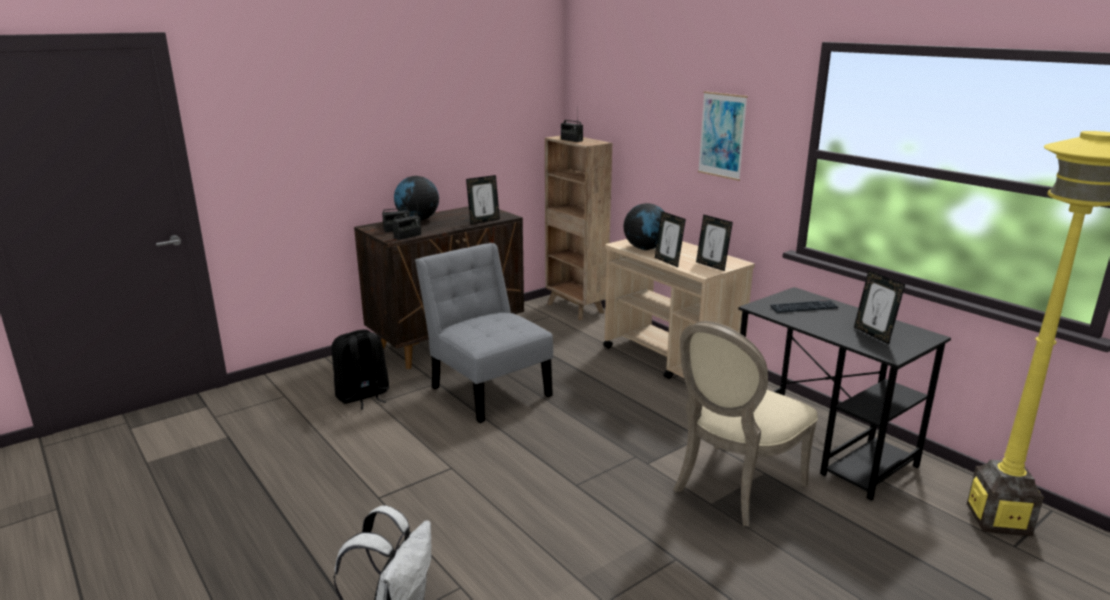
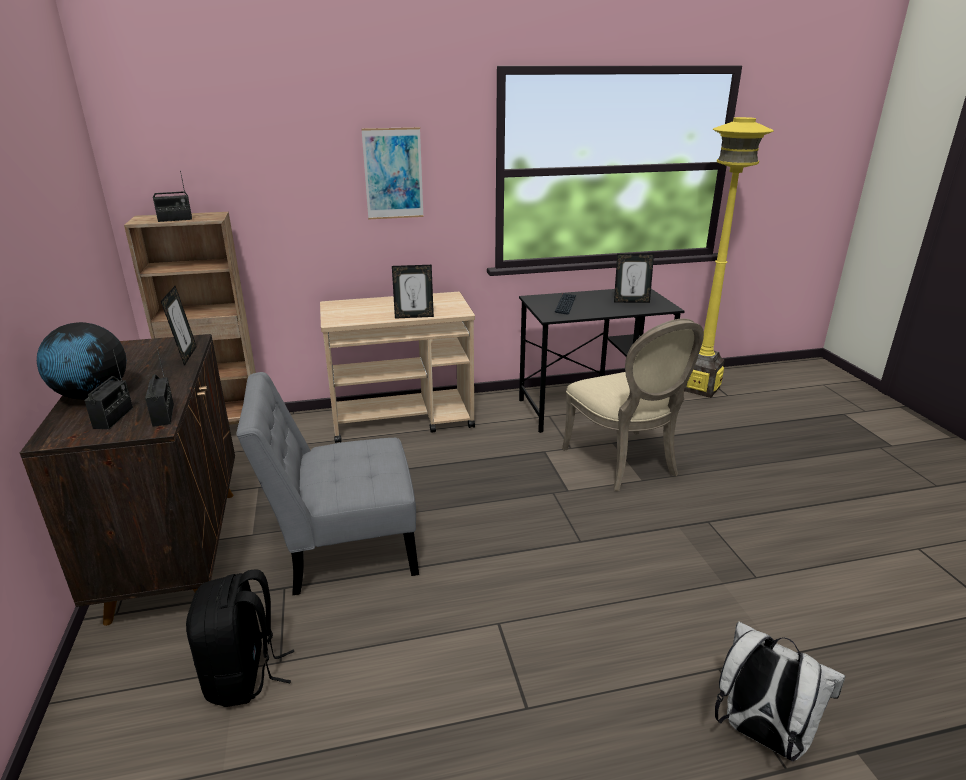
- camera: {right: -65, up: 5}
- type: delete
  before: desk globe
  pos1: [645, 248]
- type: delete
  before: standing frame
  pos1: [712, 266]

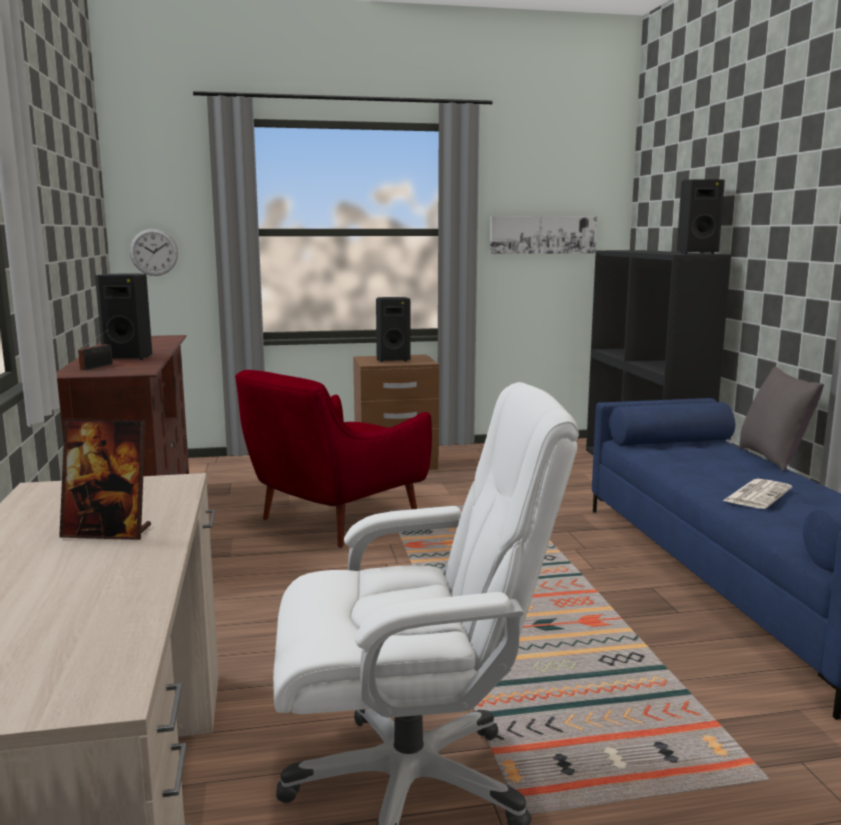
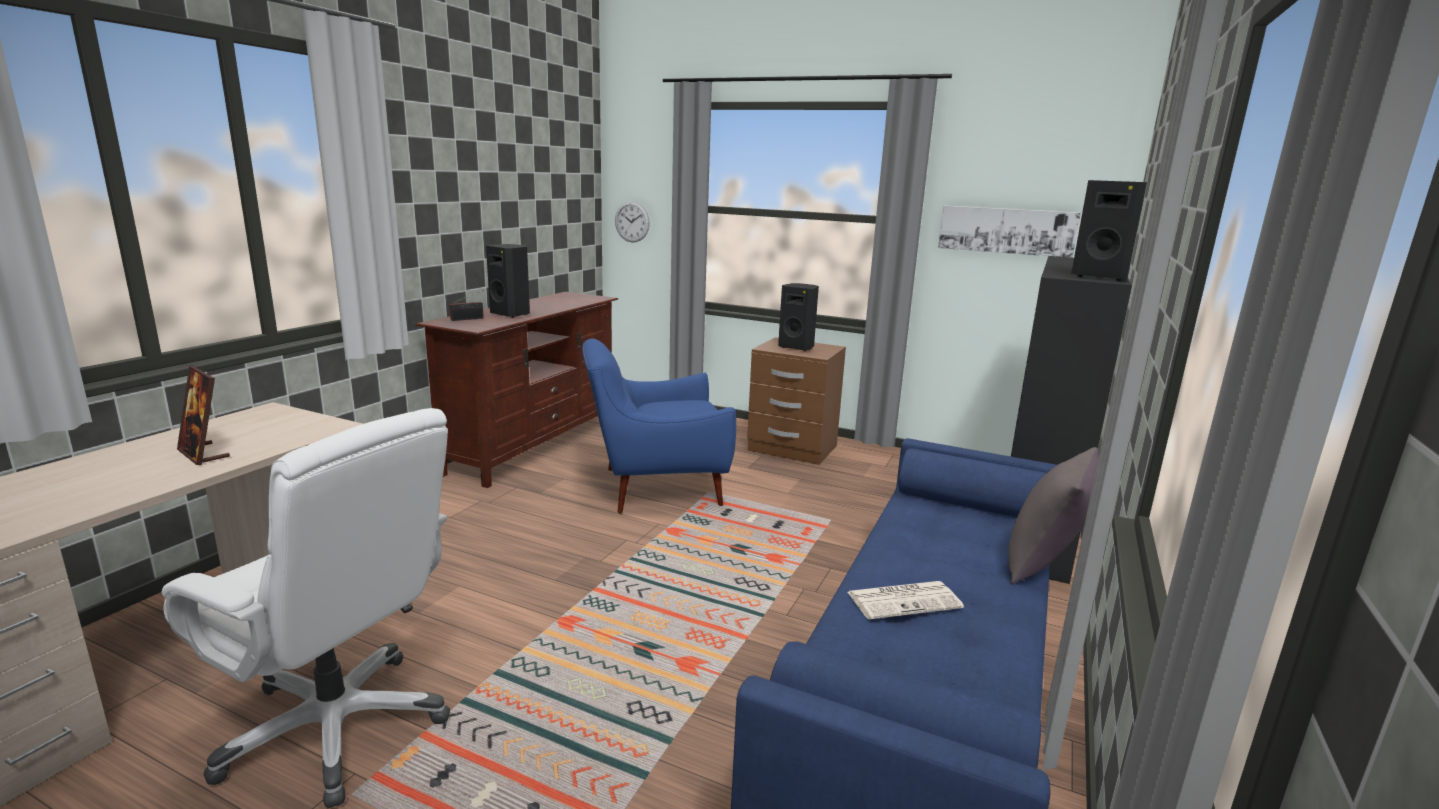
- camera: {right: 35, up: 5}
- type: recolor
  before: reddish easy chair
  after: blue-coloured easy chair
  pos1: [334, 520]
  pos2: [654, 487]

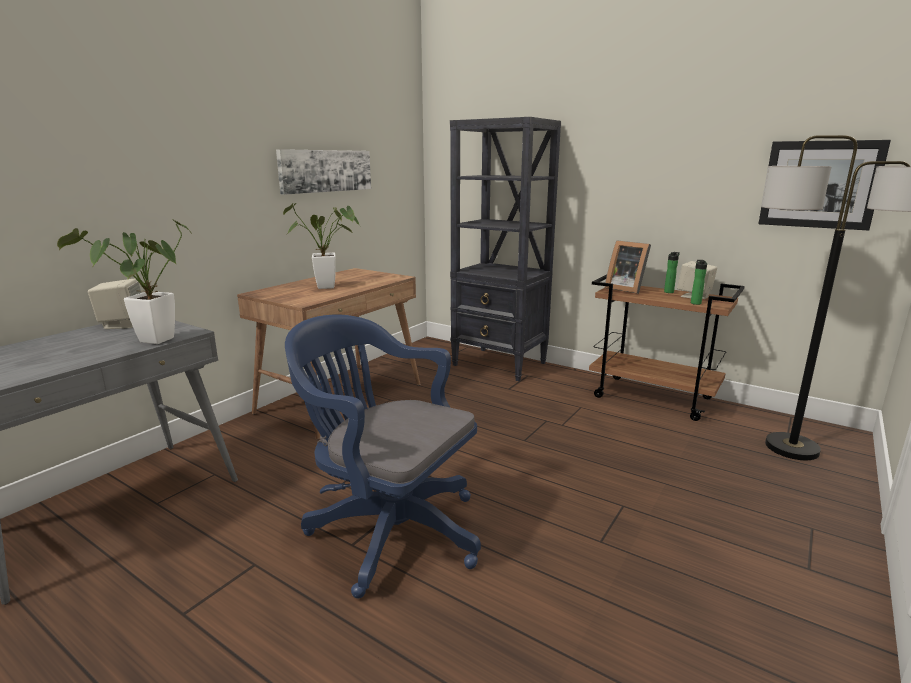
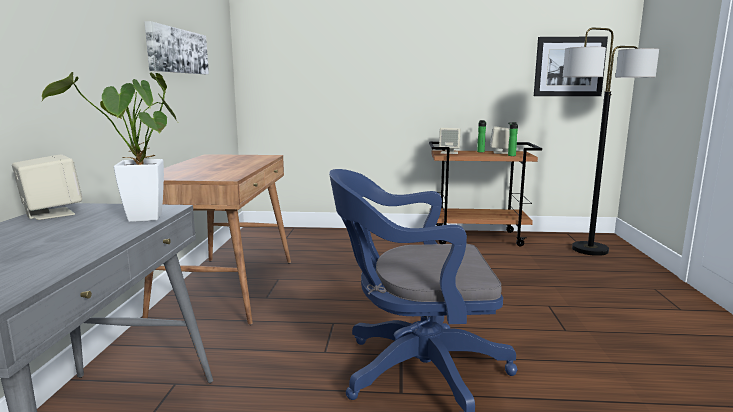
- camera: {right: -30, up: -5}
- type: delete
  before: potted plant
  pos1: [331, 287]
- type: delete
  before: black bookshelf
  pos1: [500, 364]
- type: replace
  before: standing frame
  after: sand-coloured audio speaker
  pos1: [625, 289]
  pos2: [449, 152]

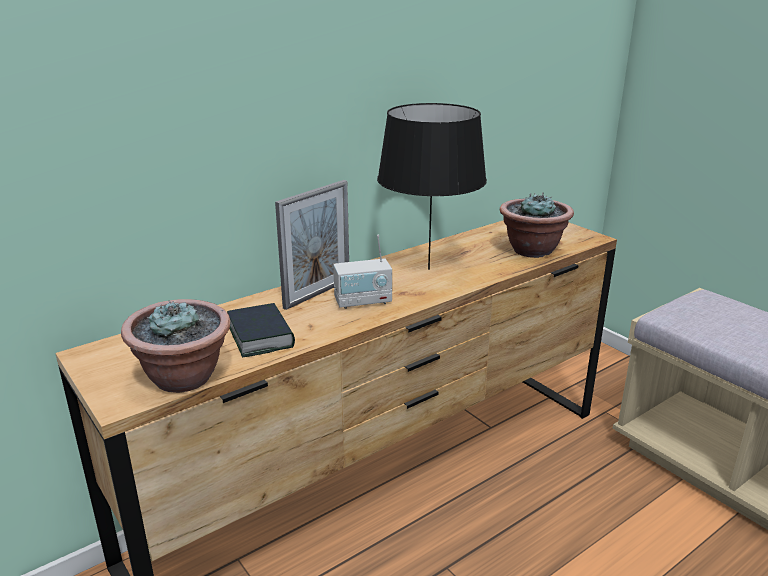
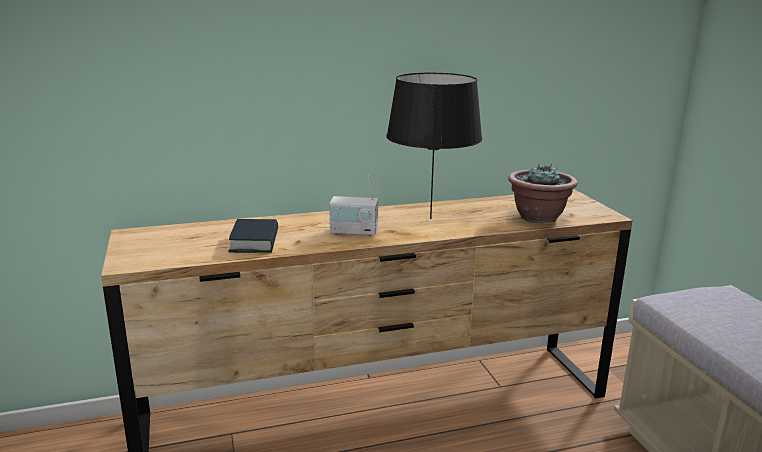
- camera: {right: 20, up: -5}
- type: delete
  before: potted plant
  pos1: [184, 378]
- type: delete
  before: standing frame
  pos1: [317, 293]

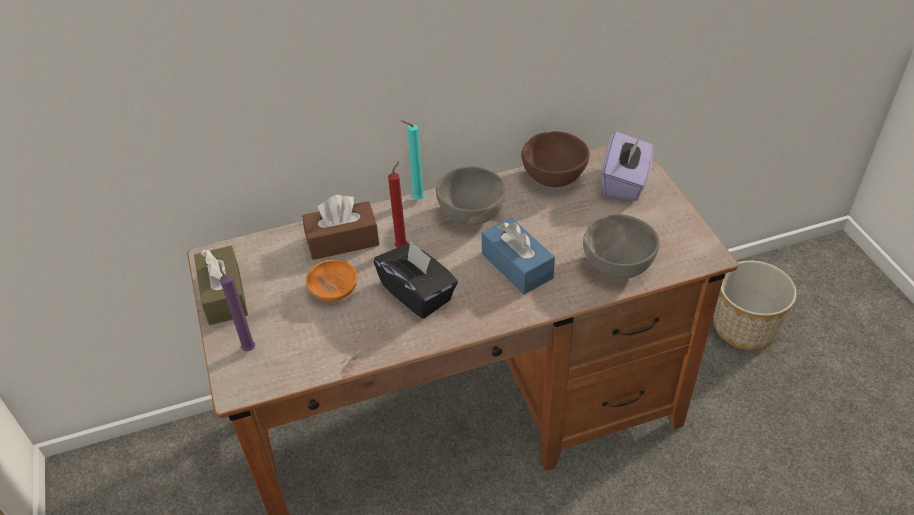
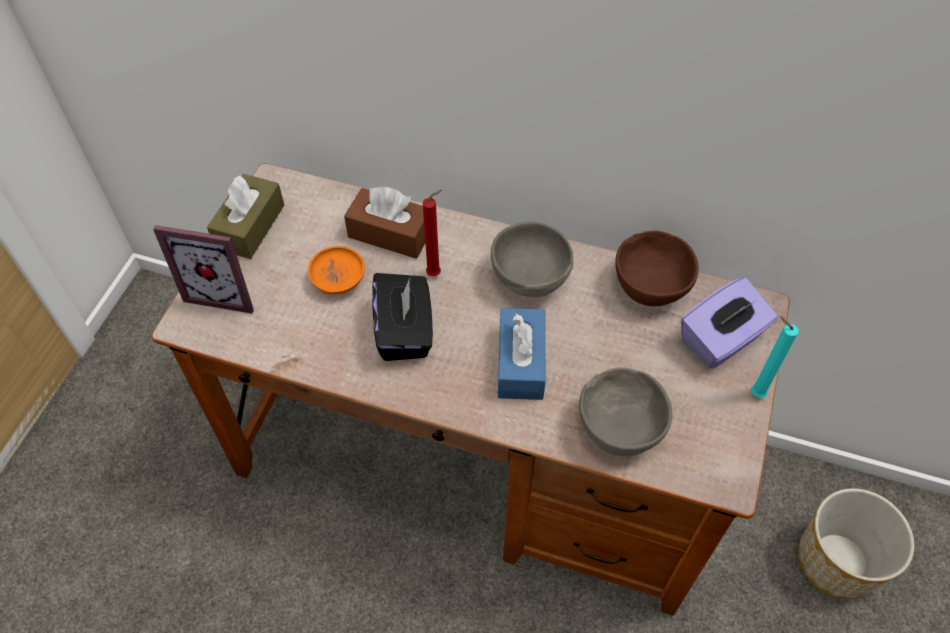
- camera: {right: 35, up: 10}
- type: move
  before: turquoise-coloured candle
  pos1: [416, 199]
  pos2: [754, 393]
- type: replace
  before: purple candle
  after: standing frame
  pos1: [248, 347]
  pos2: [225, 291]

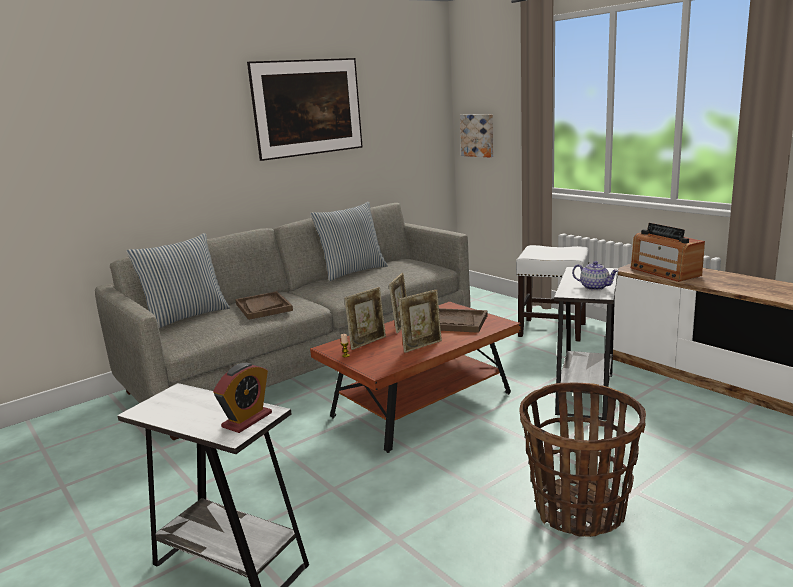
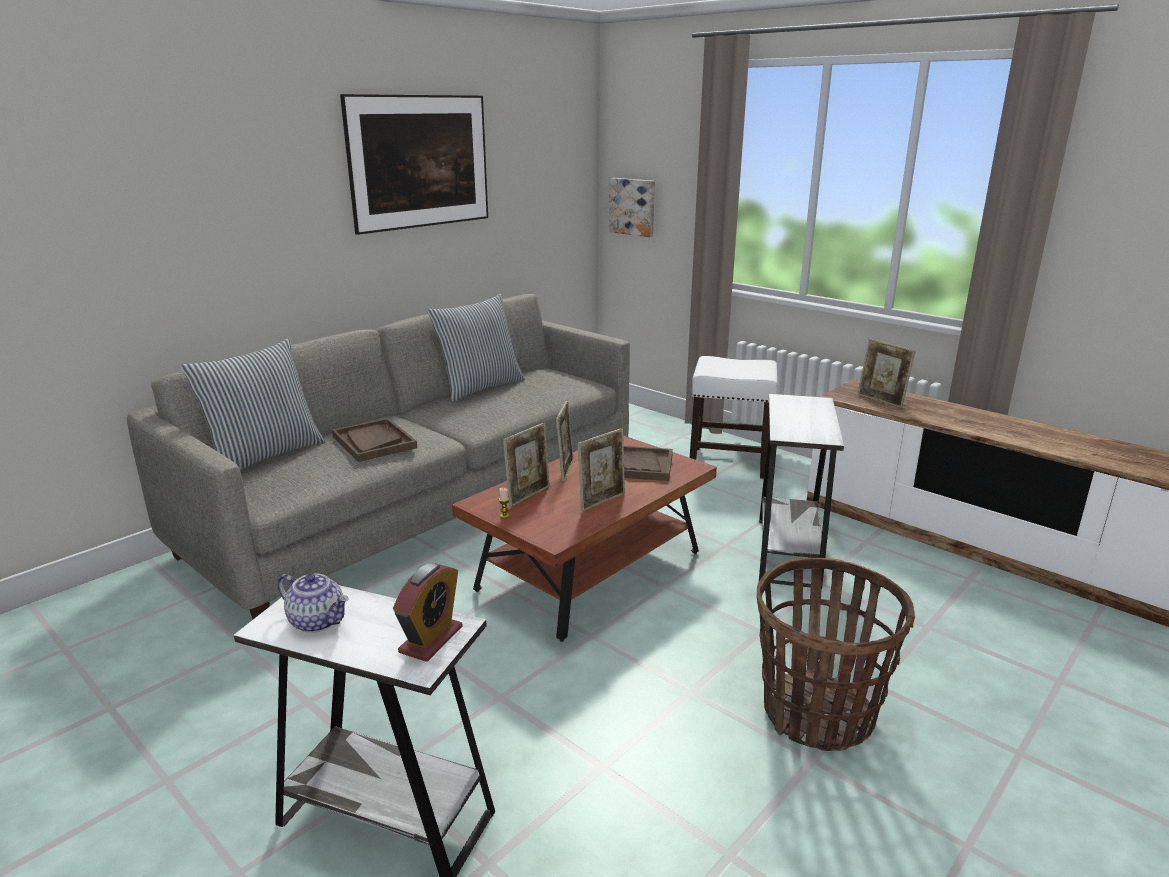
- camera: {right: -10, up: 5}
- type: move
  before: pot for tea
  pos1: [595, 287]
  pos2: [318, 621]
- type: replace
  before: radio set
  after: standing frame
  pos1: [664, 272]
  pos2: [881, 401]

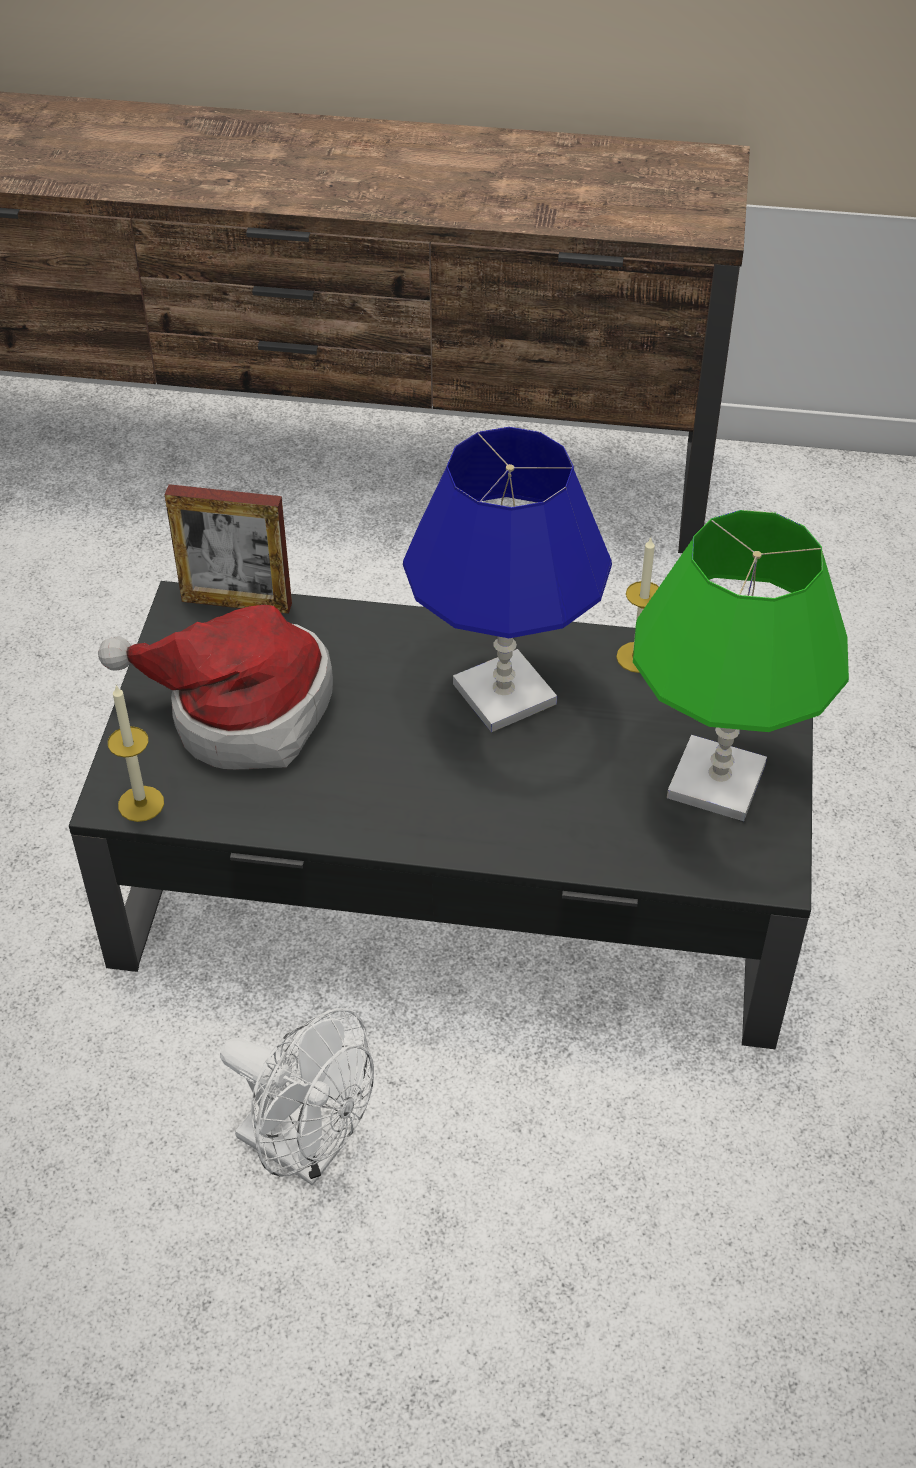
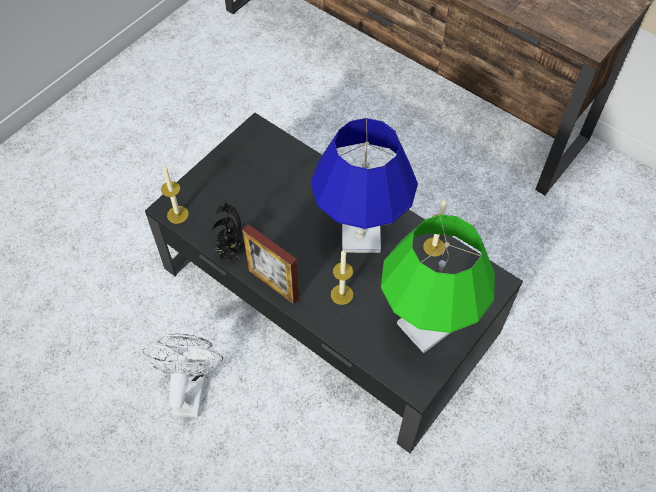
- camera: {right: 30, up: 10}
- type: delete
  before: wearable hat
  pos1: [240, 712]
- type: insert
  after: potted plant
  pos2: [230, 253]
- type: insert
  after: candle
  pos2: [342, 294]
- type: move
  before: standing frame
  pos1: [236, 602]
  pos2: [273, 284]
- type: rotate
  before: white-coloured fan
  pos1: [306, 1149]
  pos2: [189, 388]
  turn: -150

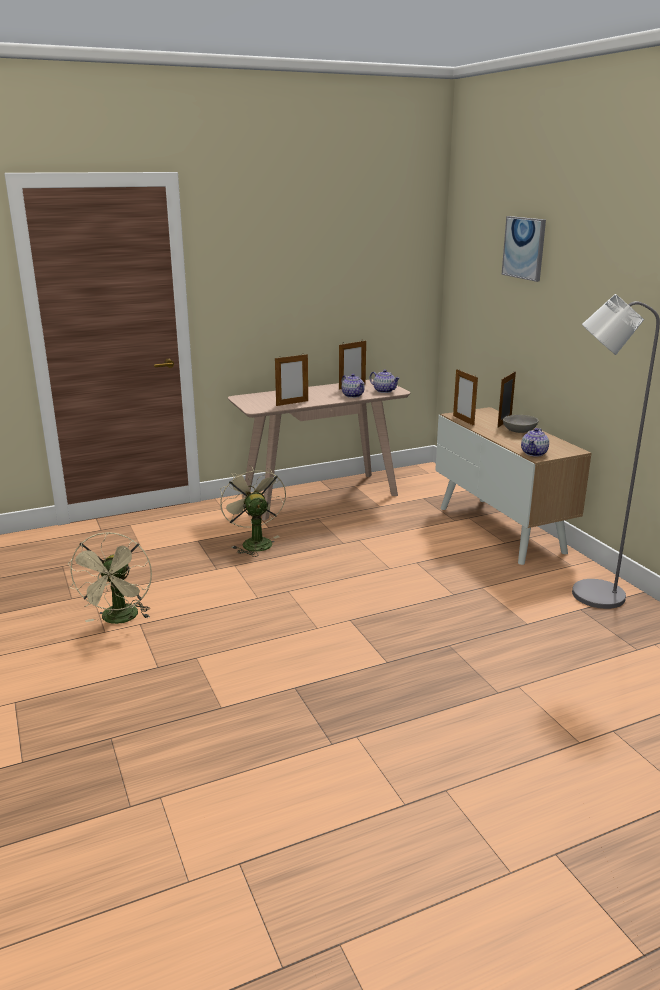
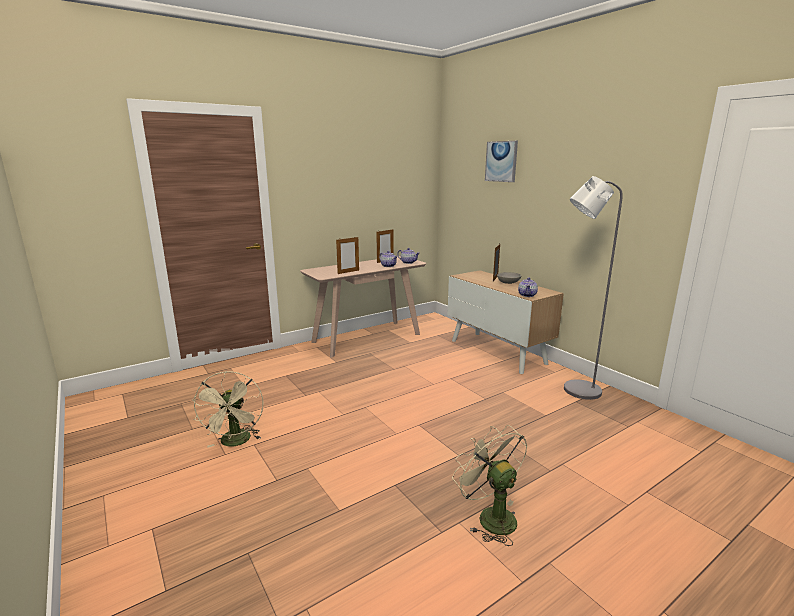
- camera: {right: -10, up: -5}
- type: delete
  before: standing frame
  pos1: [463, 420]
- type: move
  before: sand-coloured fan
  pos1: [254, 542]
  pos2: [490, 516]

